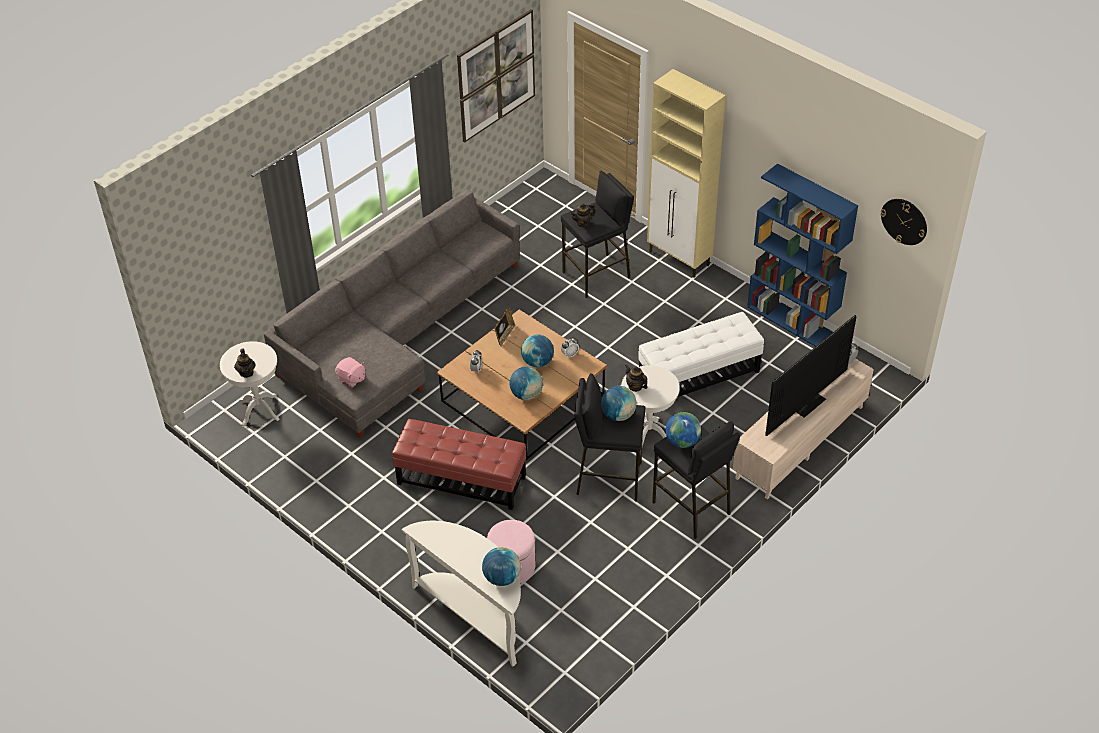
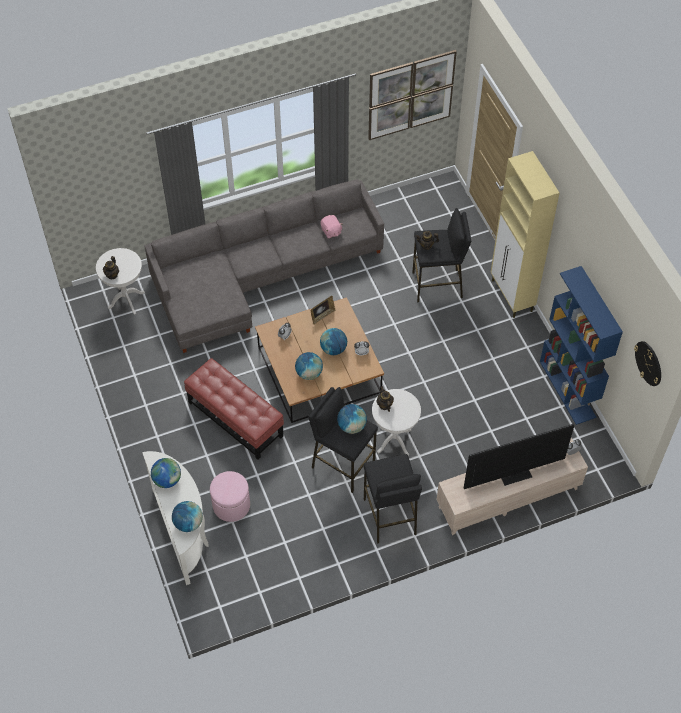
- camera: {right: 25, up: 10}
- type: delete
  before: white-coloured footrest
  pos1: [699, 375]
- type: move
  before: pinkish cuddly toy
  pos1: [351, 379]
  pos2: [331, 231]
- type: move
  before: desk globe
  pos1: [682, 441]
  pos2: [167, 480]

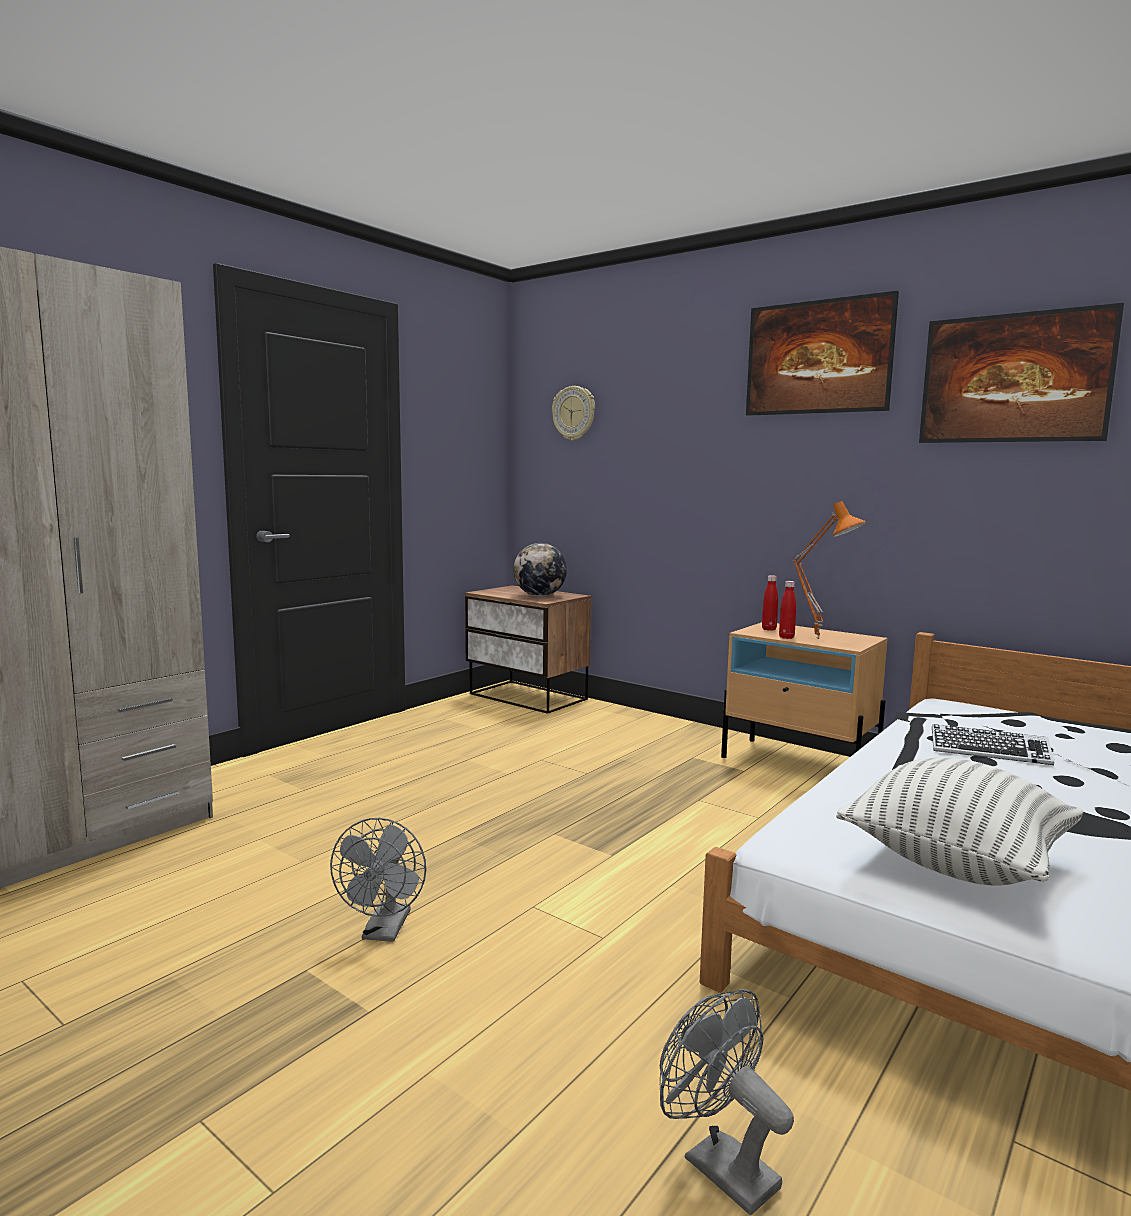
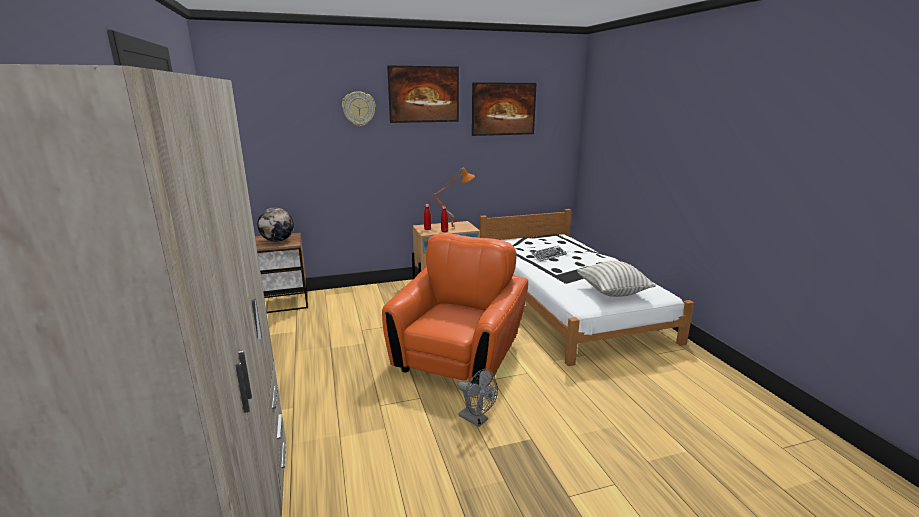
- camera: {right: -55, up: 10}
- type: delete
  before: greyish fan
  pos1: [719, 1165]
- type: insert
  after: orange easy chair
  pos2: [458, 358]
- type: move
  before: hanging clock
  pos1: [574, 413]
  pos2: [359, 109]

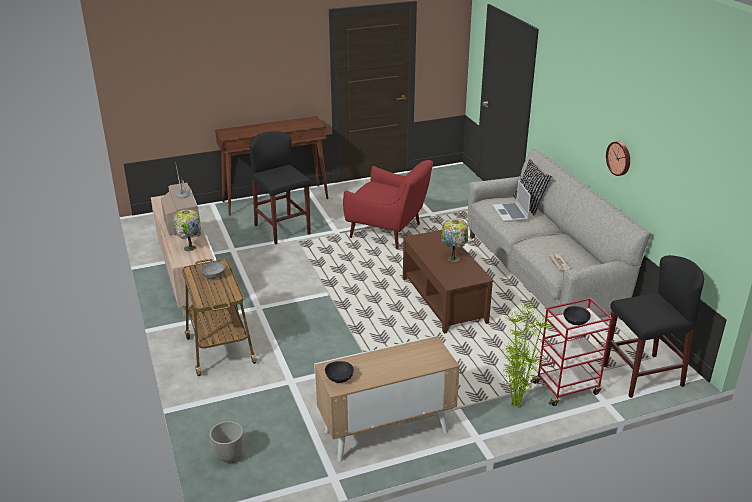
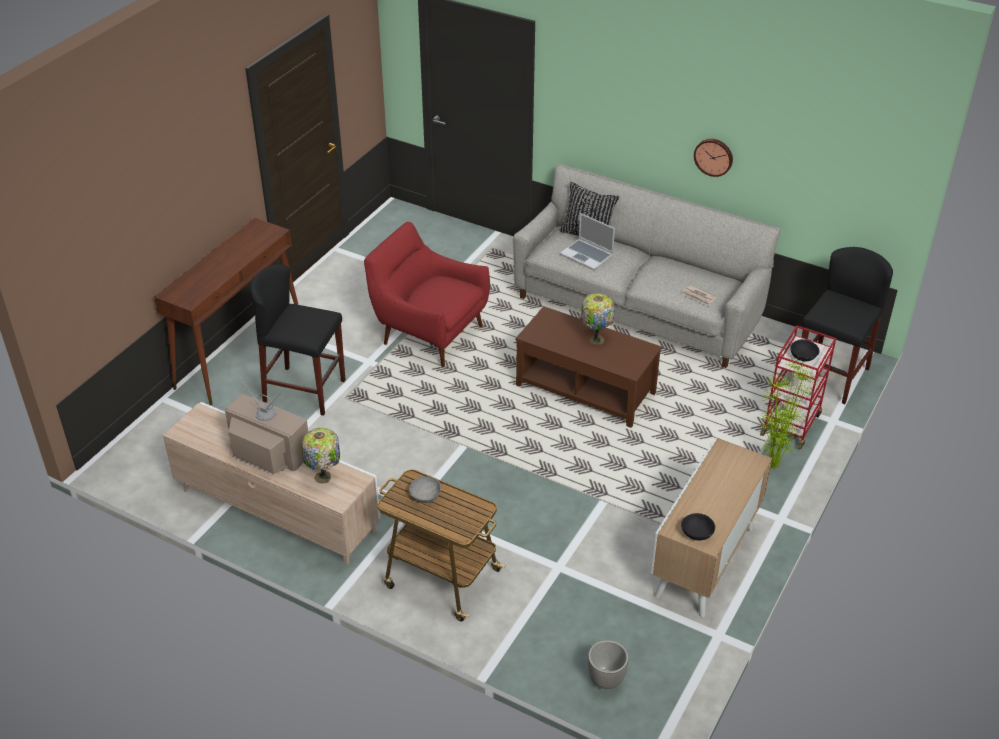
- camera: {right: -40, up: 10}
- type: rotate
  before: reddish easy chair
  pos1: [388, 232]
  pos2: [429, 333]
  turn: -135

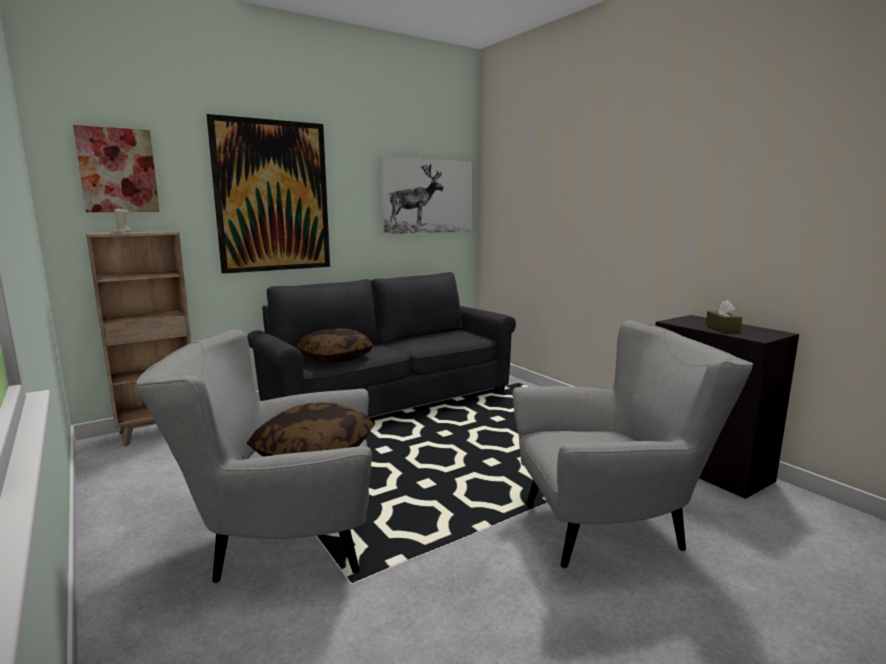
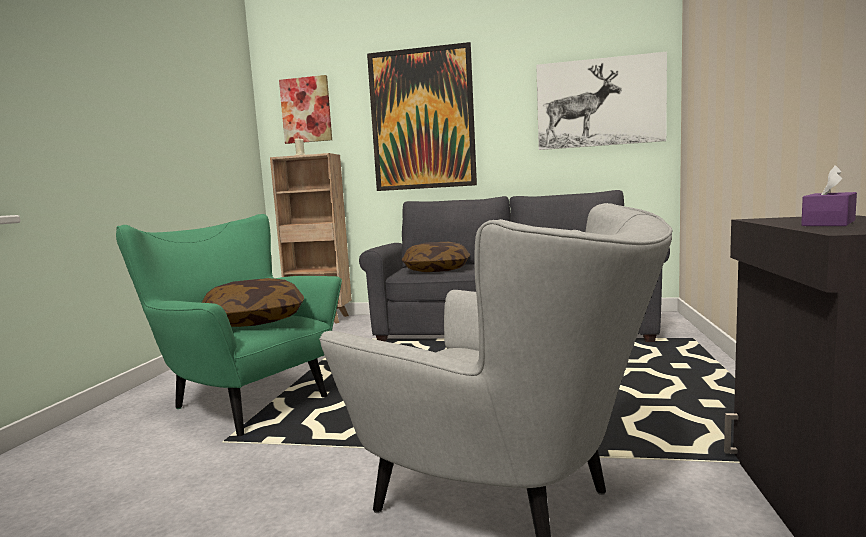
- camera: {right: 45, up: -5}
- type: recolor
  before: greyish easy chair
  after: greenish easy chair
  pos1: [279, 545]
  pos2: [242, 401]
- type: recolor
  before: brown tissue box
  after: purple tissue box
  pos1: [722, 328]
  pos2: [828, 223]

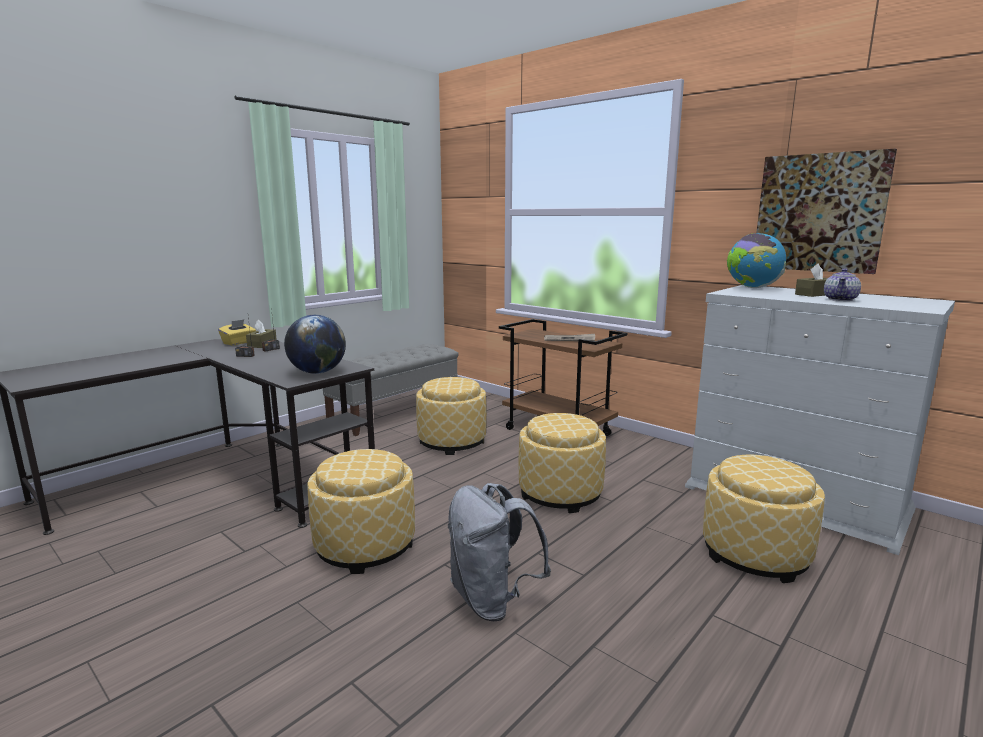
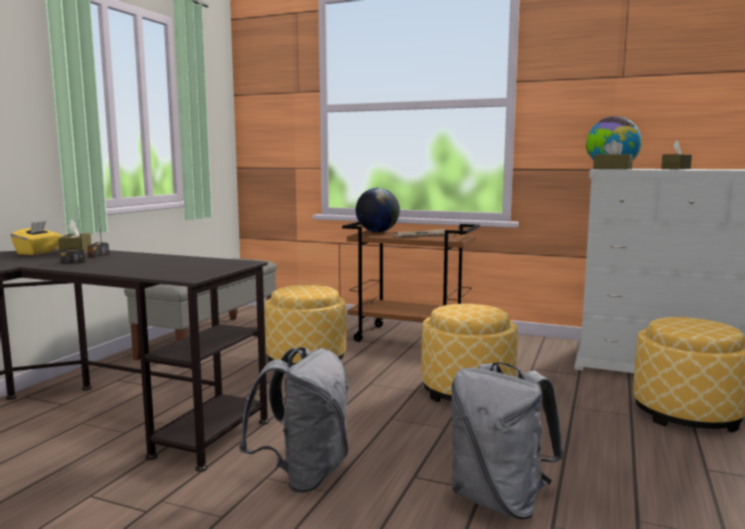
- camera: {right: -20, up: -5}
- type: delete
  before: wall art
  pos1: [819, 213]
- type: delete
  before: pot for tea
  pos1: [840, 299]
- type: insert
  after: brown tissue box
  pos2: [612, 169]
- type: move
  before: desk globe
  pos1: [317, 372]
  pos2: [377, 232]
- type: replace
  before: footrest
  after: greyish backpack
  pos1: [365, 545]
  pos2: [303, 475]

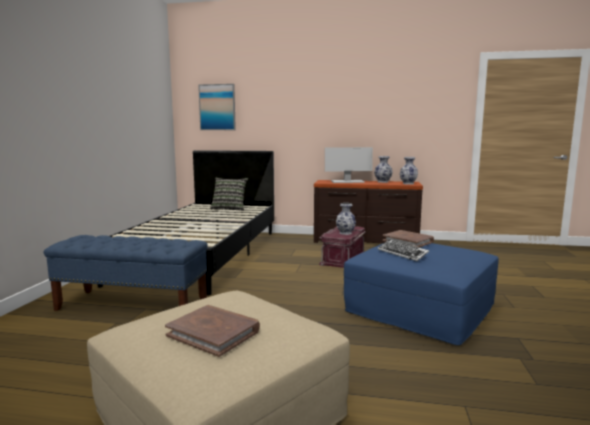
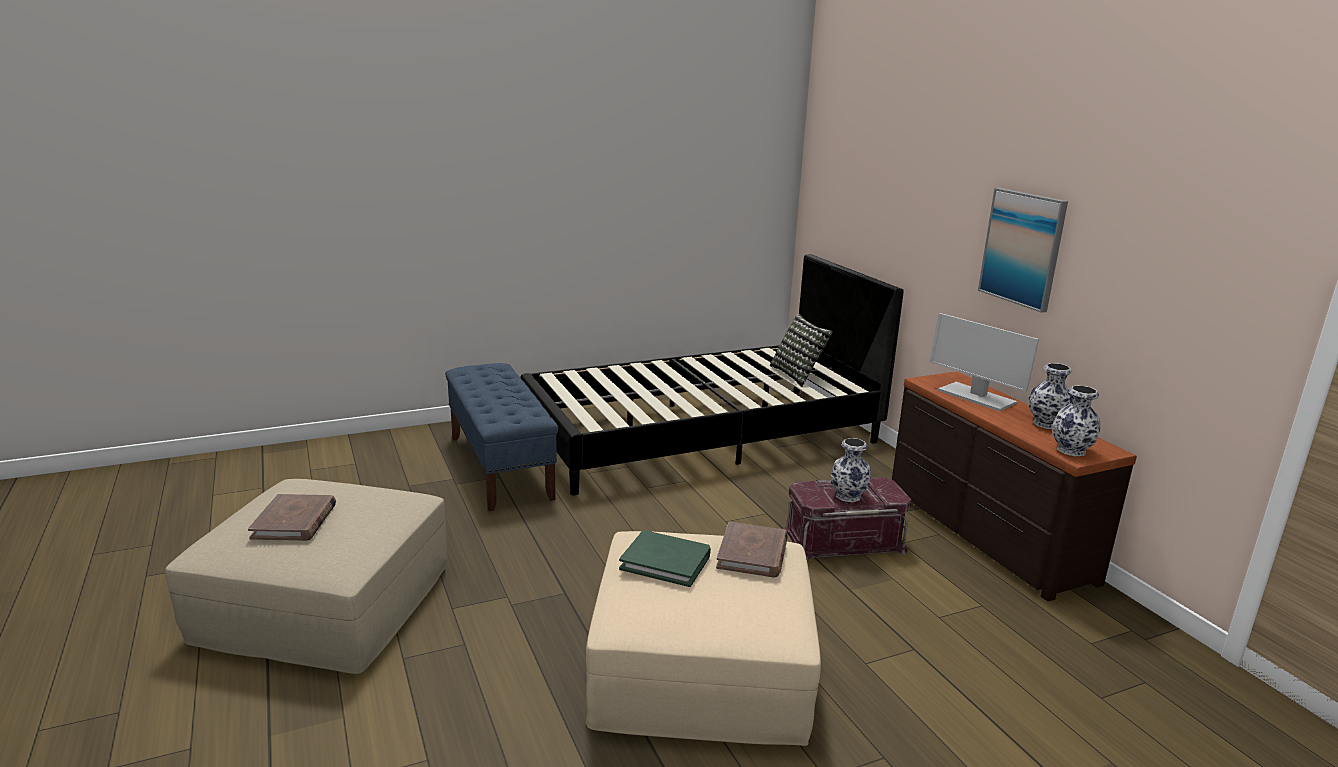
- camera: {right: 55, up: 10}
- type: move
  before: wall art
  pos1: [217, 107]
  pos2: [1022, 248]
- type: replace
  before: PC keyboard
  after: greenish volume
  pos1: [402, 253]
  pos2: [665, 562]
- type: recolor
  before: blue-coloured footrest
  after: sand-coloured footrest
  pos1: [420, 308]
  pos2: [703, 668]

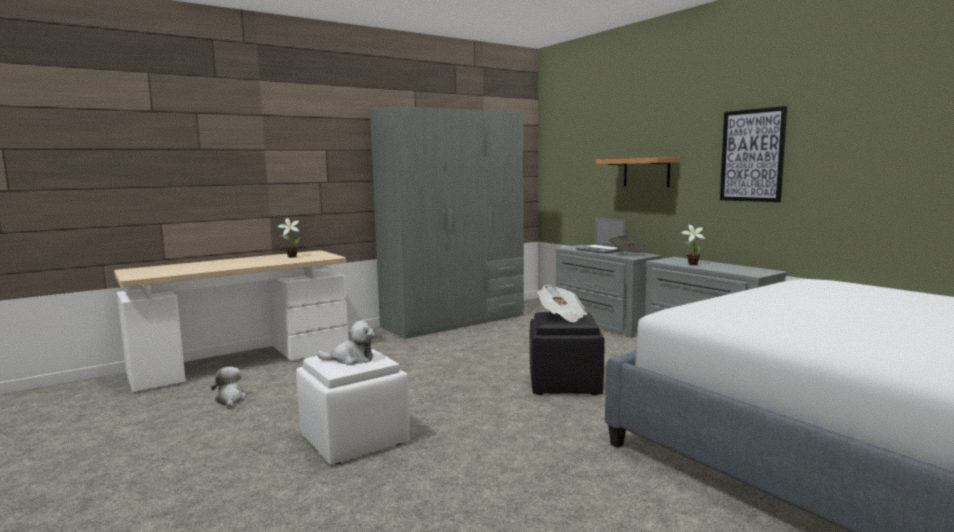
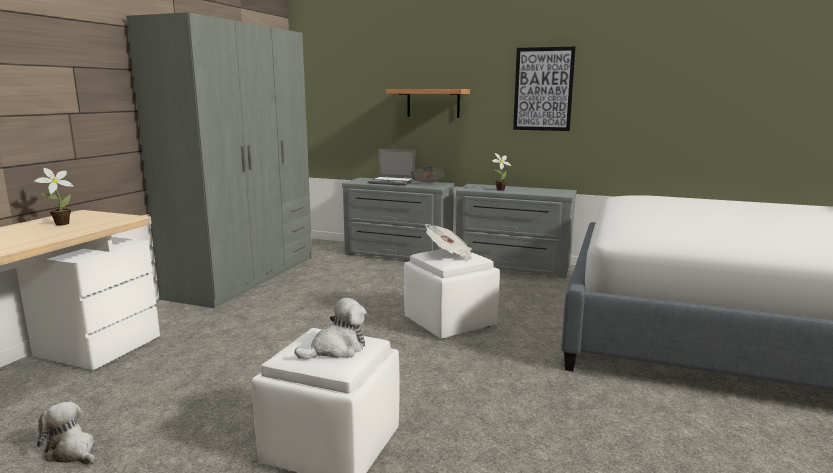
- camera: {right: -35, up: 5}
- type: recolor
  before: black footrest
  after: white-coloured footrest
  pos1: [565, 383]
  pos2: [450, 321]

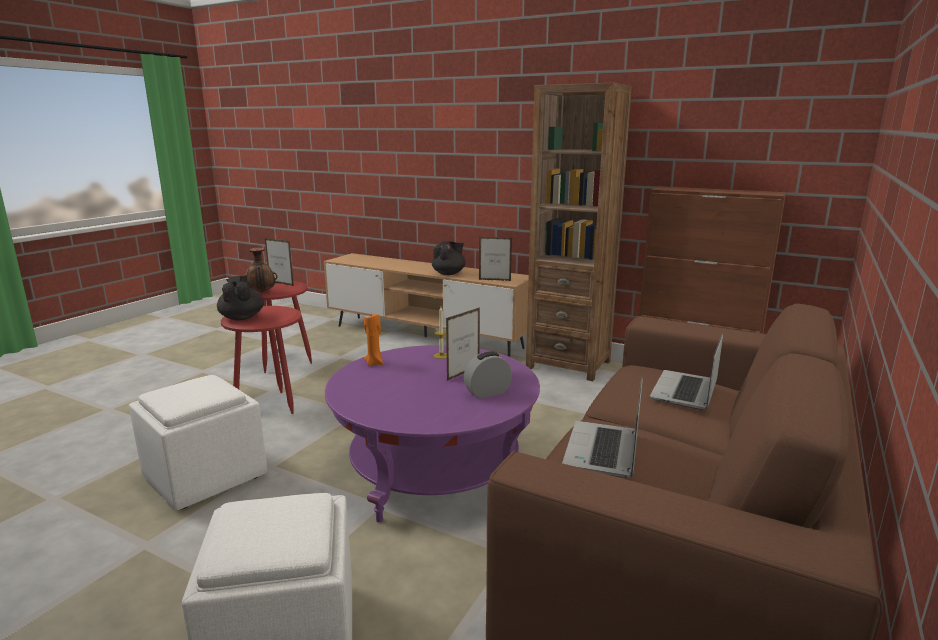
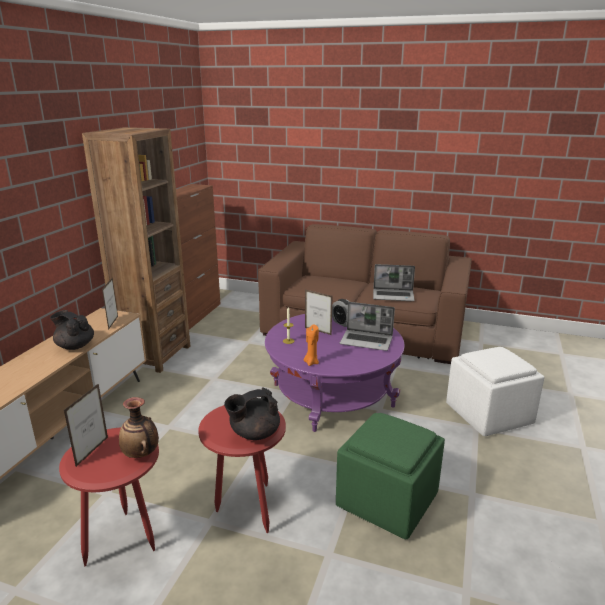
- camera: {right: -100, up: 5}
- type: move
  before: notebook computer
  pos1: [685, 392]
  pos2: [367, 341]
- type: recolor
  before: white-coloured footrest
  after: greenish footrest
  pos1: [203, 476]
  pos2: [387, 501]

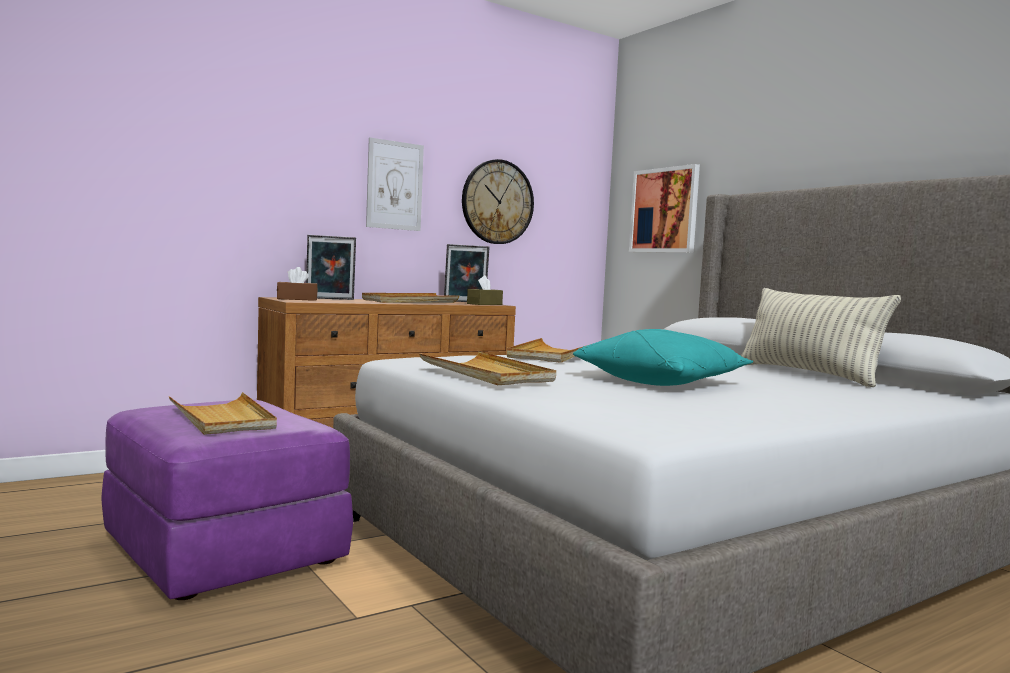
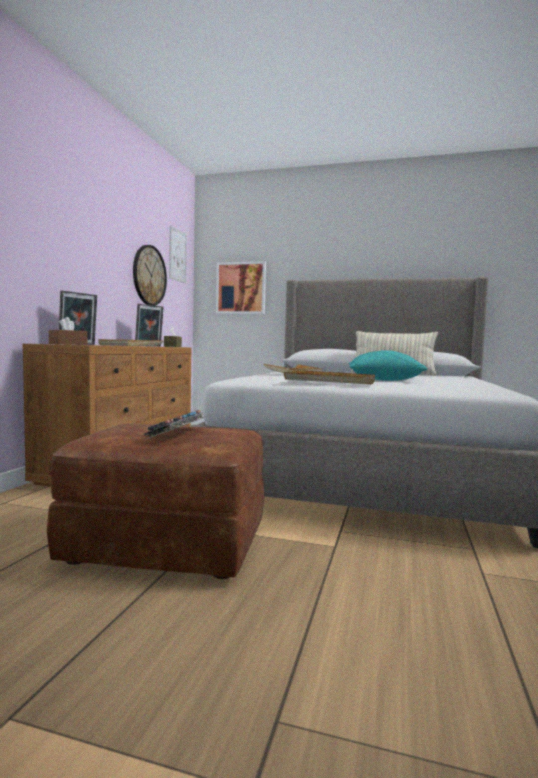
- camera: {right: -40, up: 0}
- type: move
  before: wall art
  pos1: [394, 185]
  pos2: [177, 255]
- type: replace
  before: sand-coloured tray
  after: PC keyboard
  pos1: [222, 418]
  pos2: [180, 434]
- type: recolor
  before: purple footrest
  after: brown footrest
  pos1: [221, 550]
  pos2: [166, 544]

